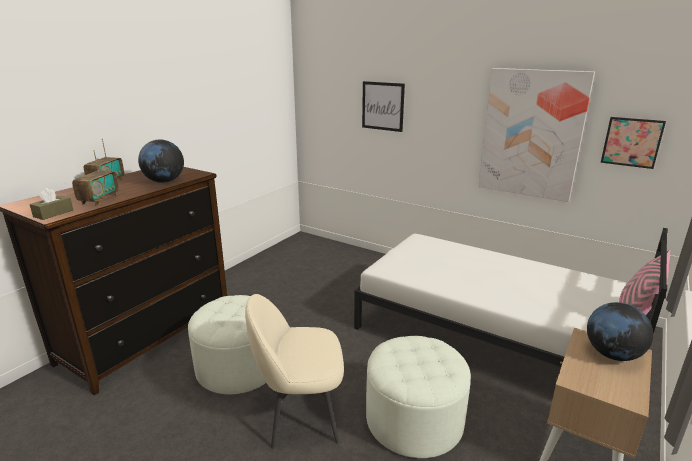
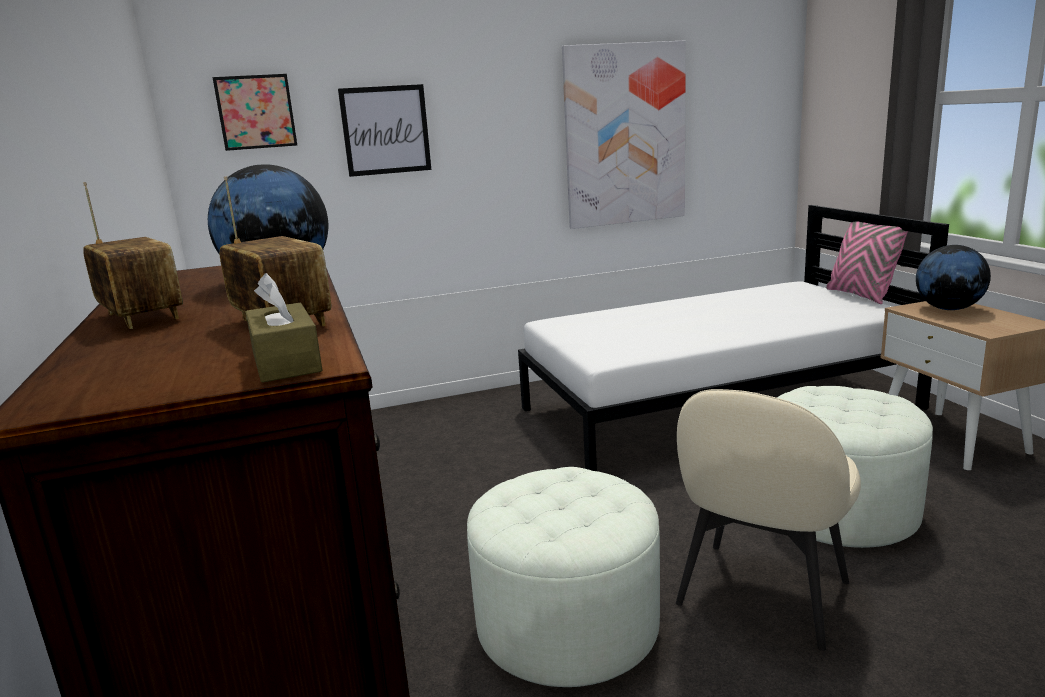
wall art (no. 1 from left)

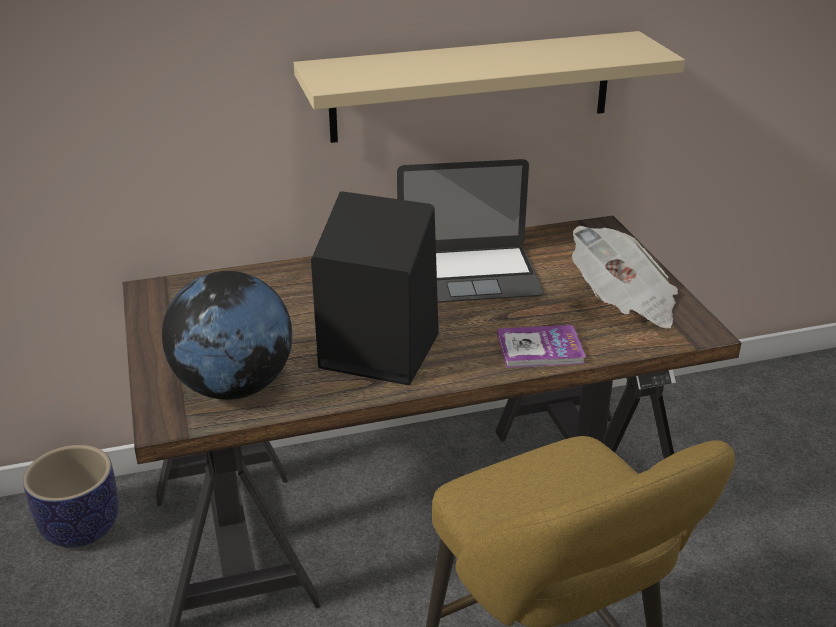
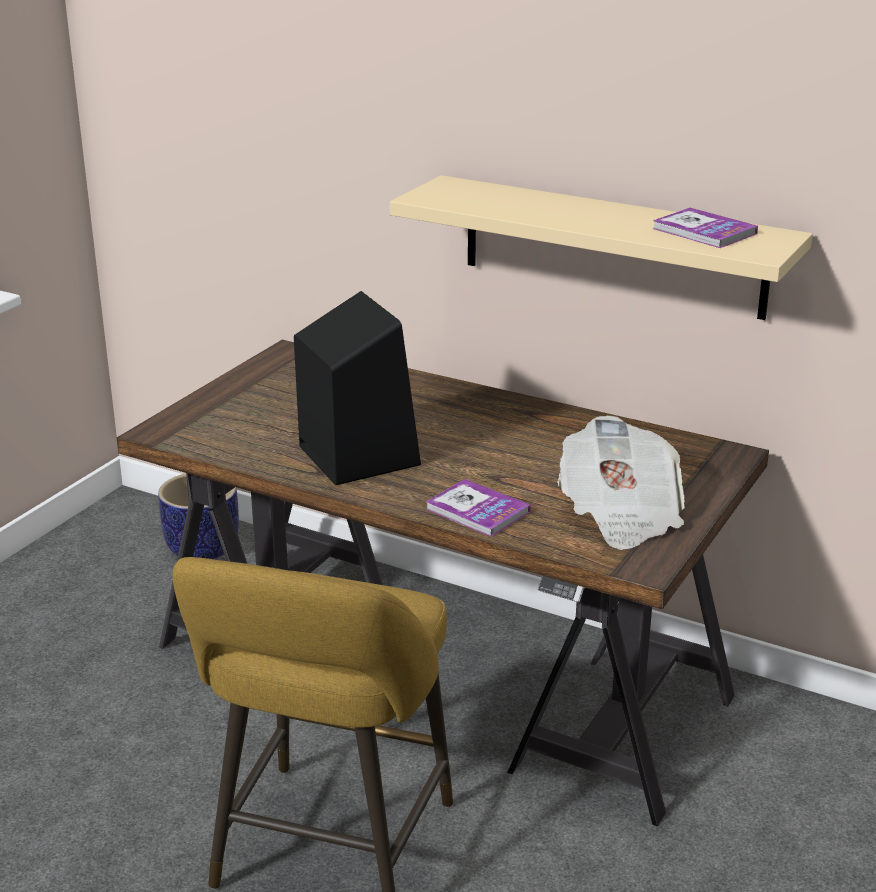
volume (no. 2 from left)
world globe
laptop

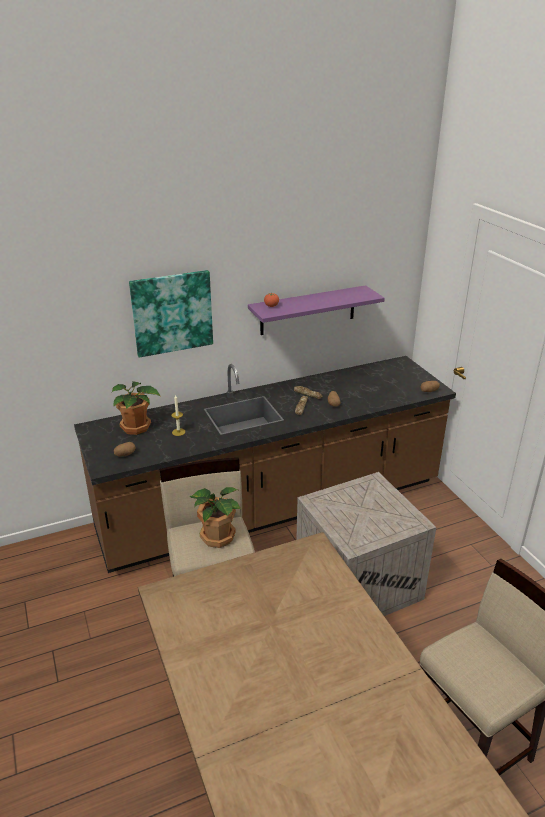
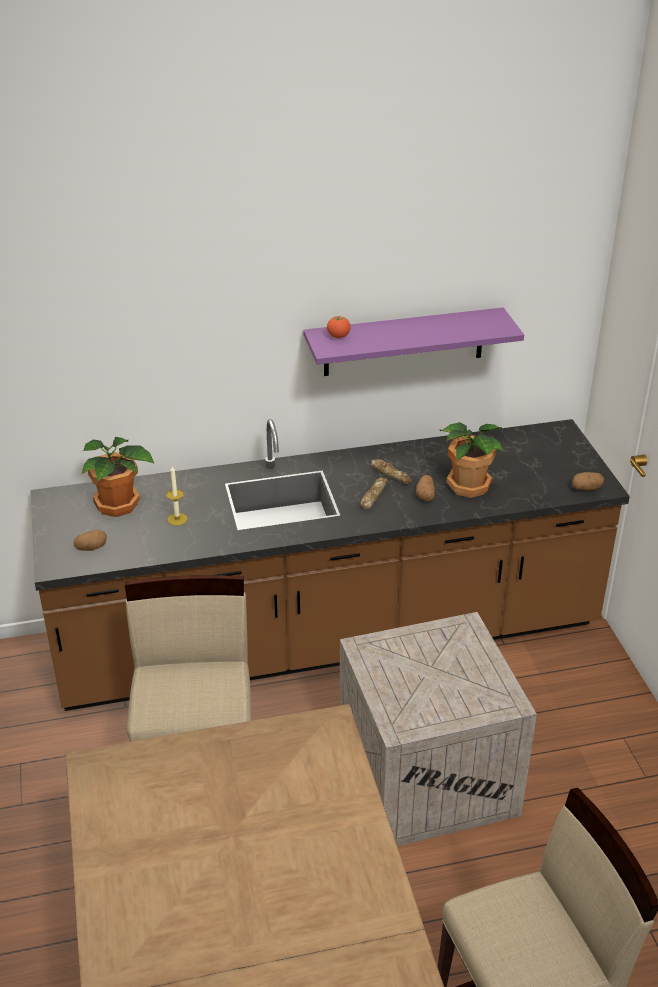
houseplant (no. 2 from left)
wall art

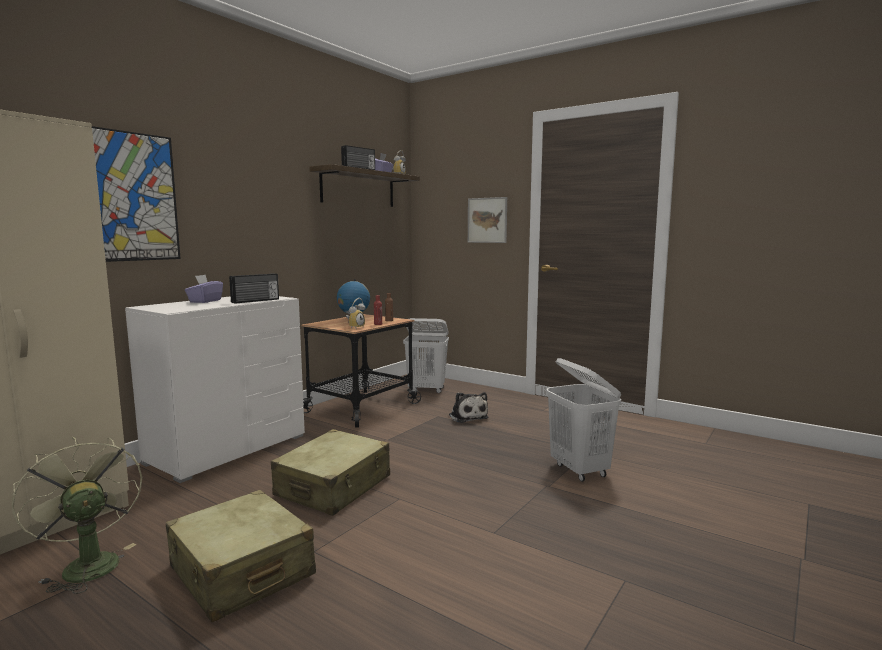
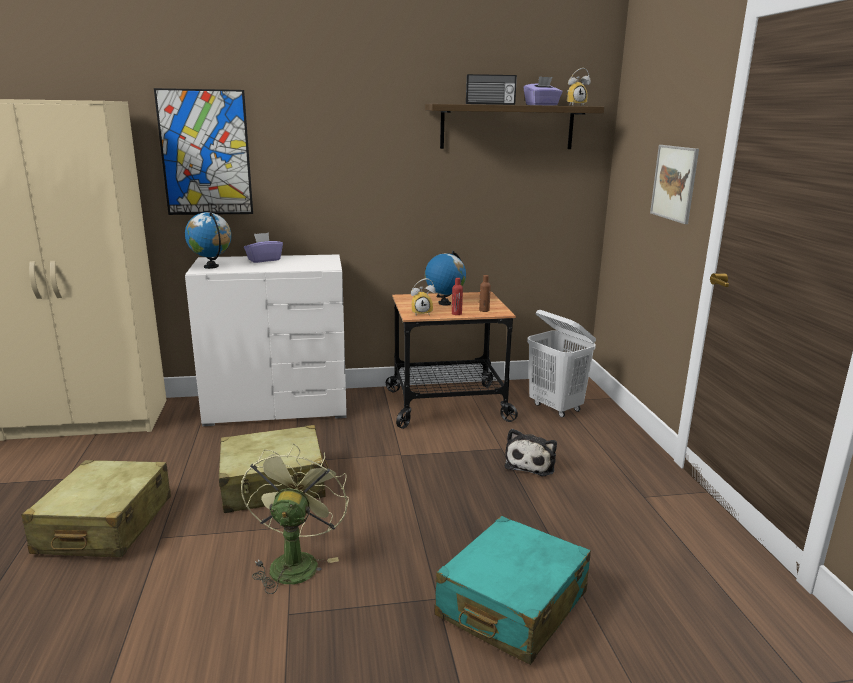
world globe (no. 1 from left)
green cooling fan
blue-green travel case
radio receiver (no. 1 from left in the first image)

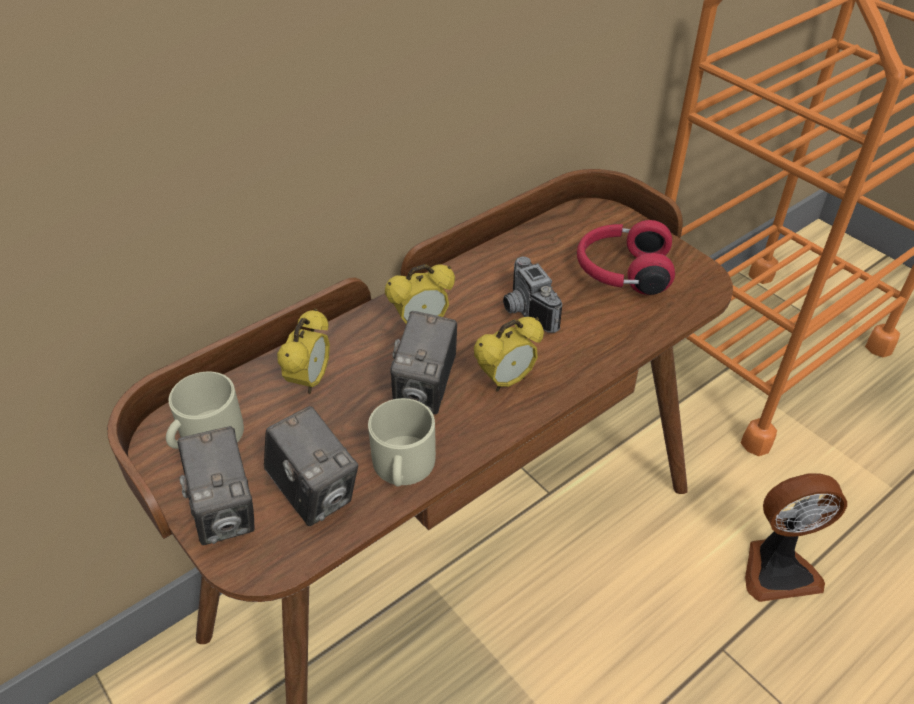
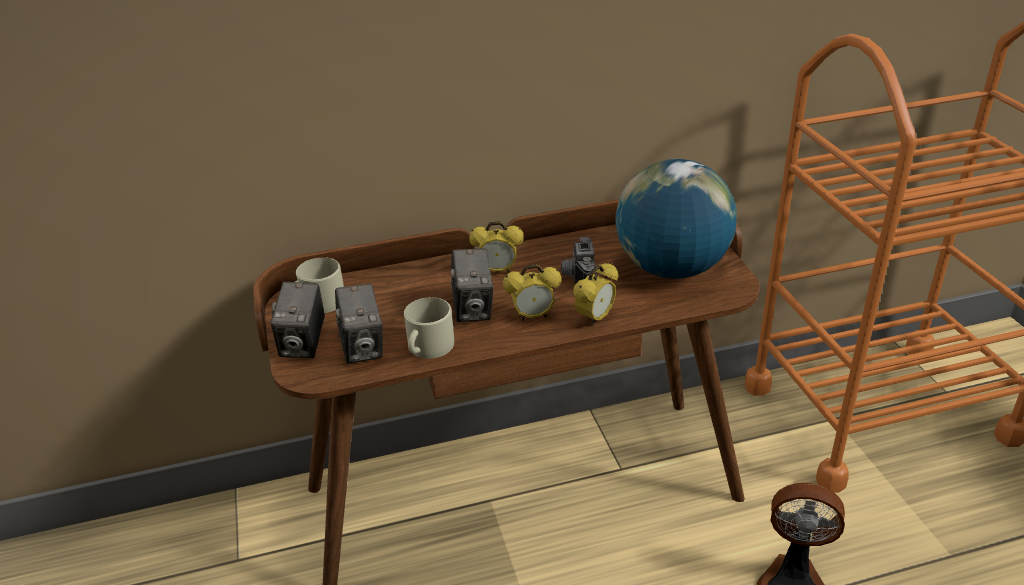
photo camera (no. 3 from left)
bedside clock (no. 3 from left)
world globe

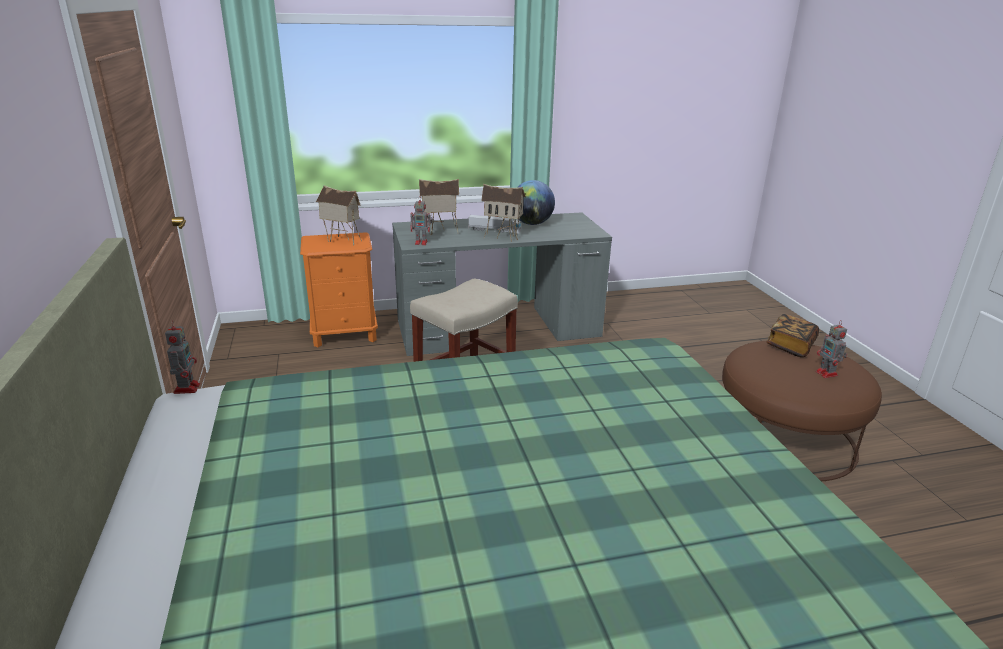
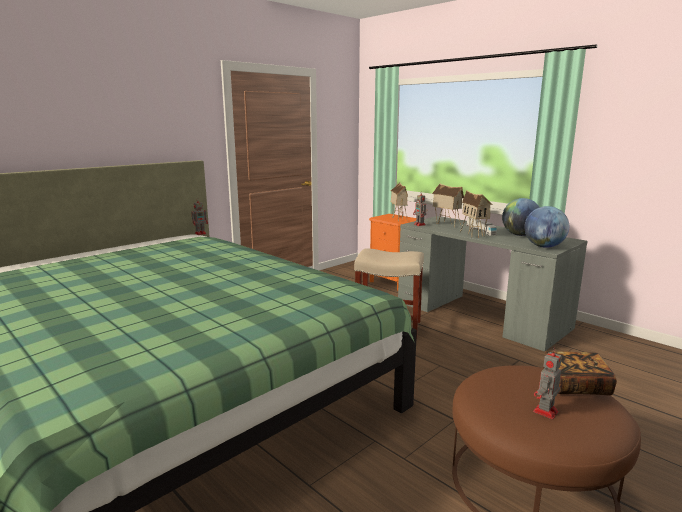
world globe (no. 2 from left)

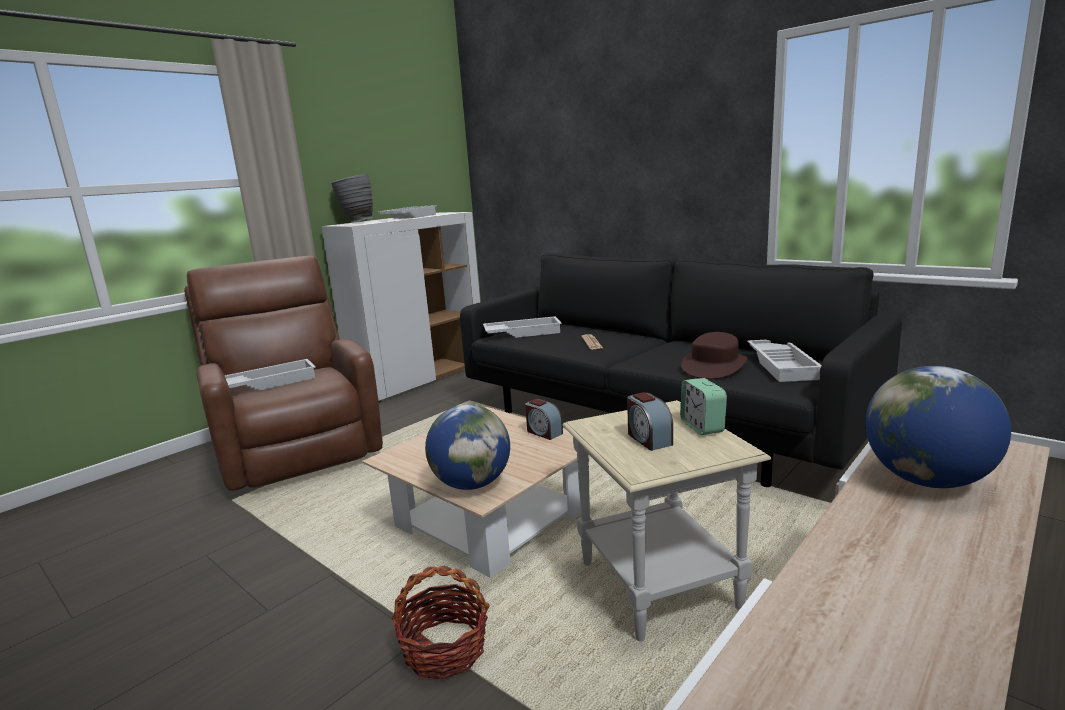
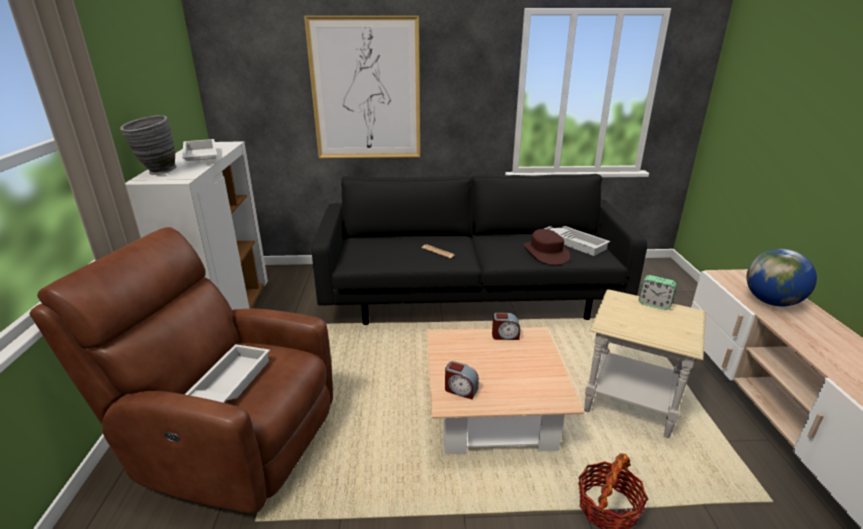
wall art
bedside clock (no. 1 from left)
world globe (no. 1 from left in the first image)
white serving tray (no. 3 from left in the first image)

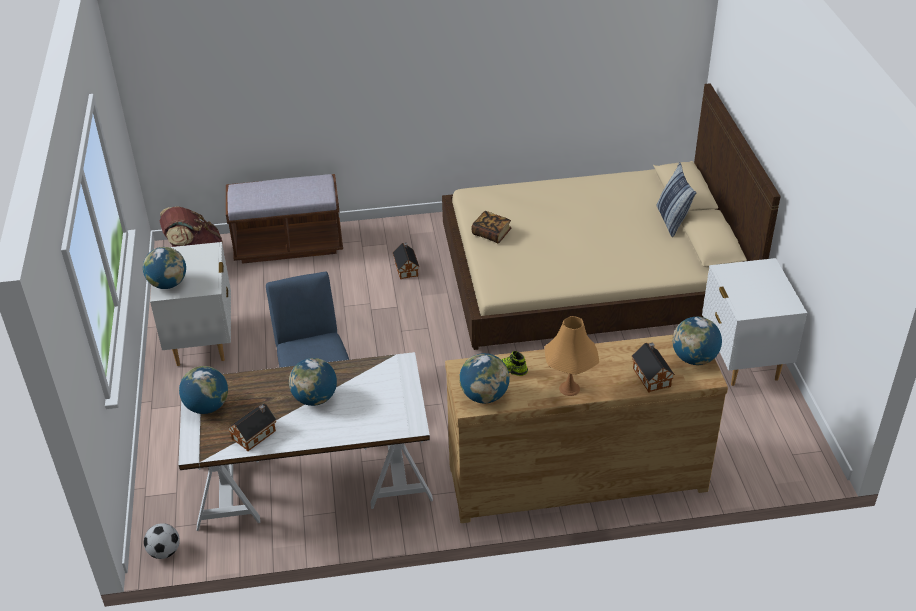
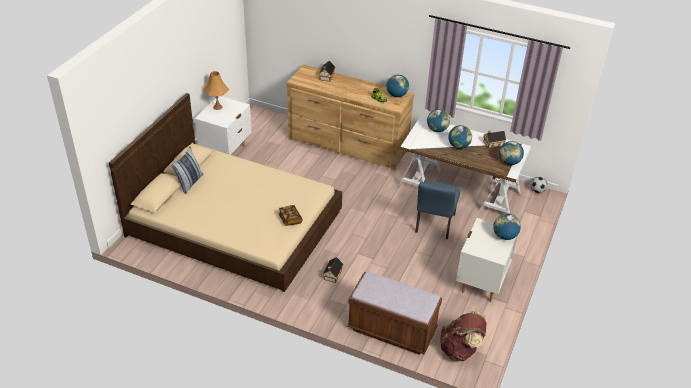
orange-coloured tabletop lamp
world globe (no. 2 from left)

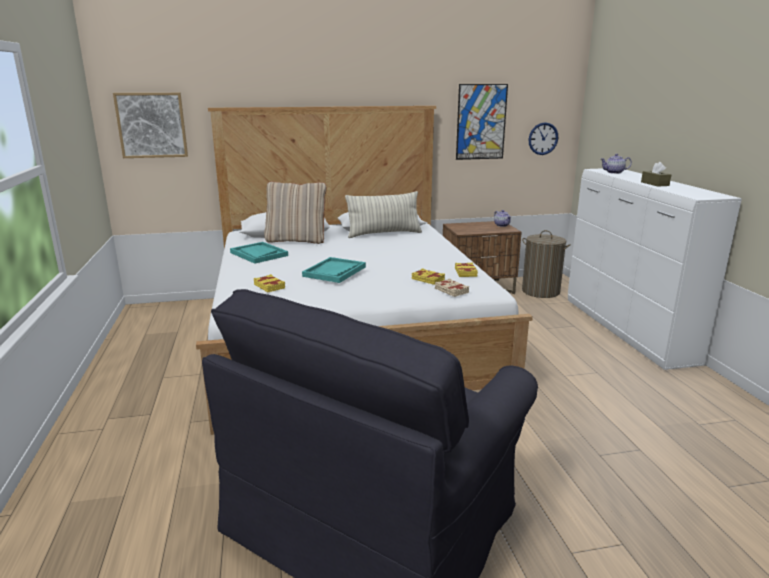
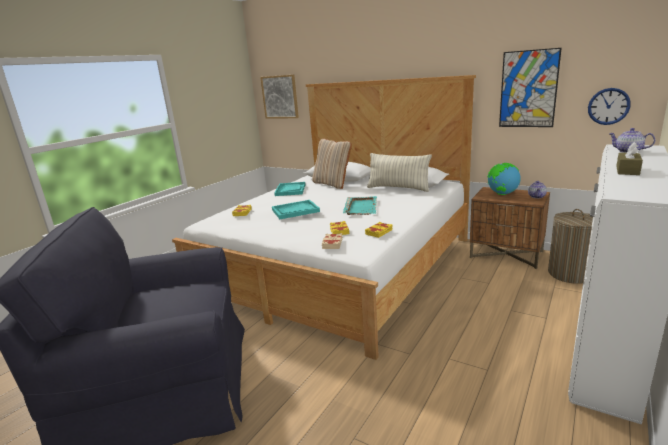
blue-green serving tray (no. 3 from left)
world globe

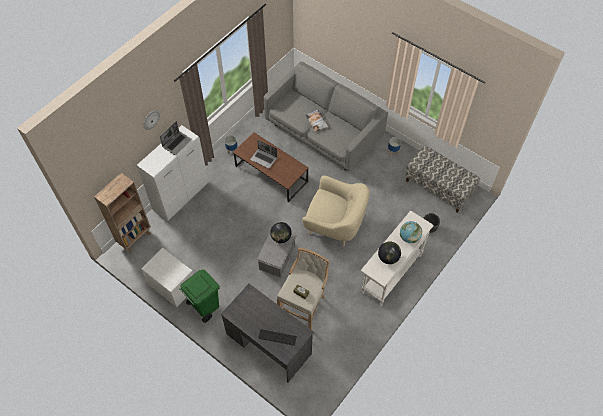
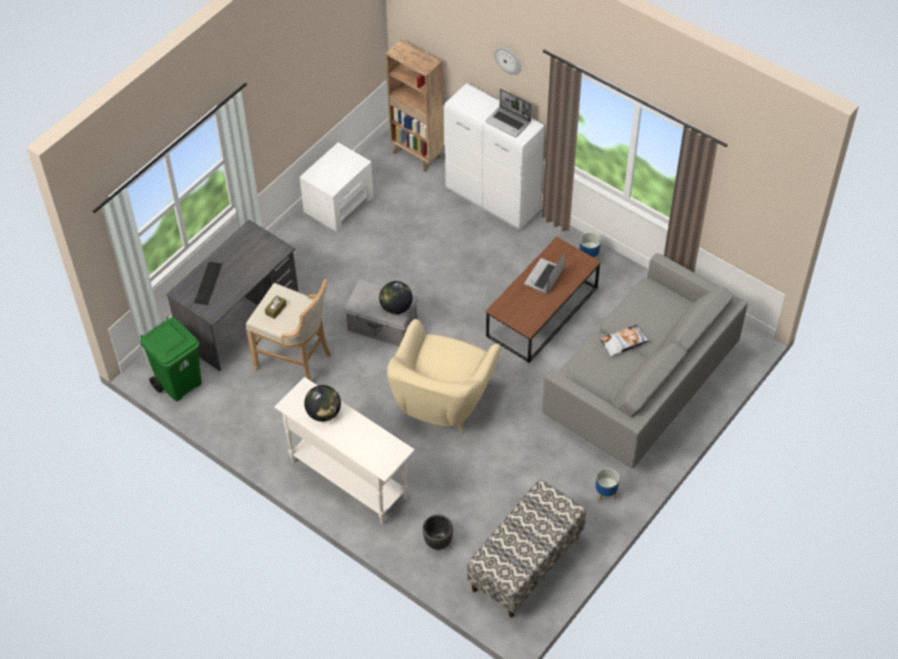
green trash can
world globe (no. 3 from left in the first image)

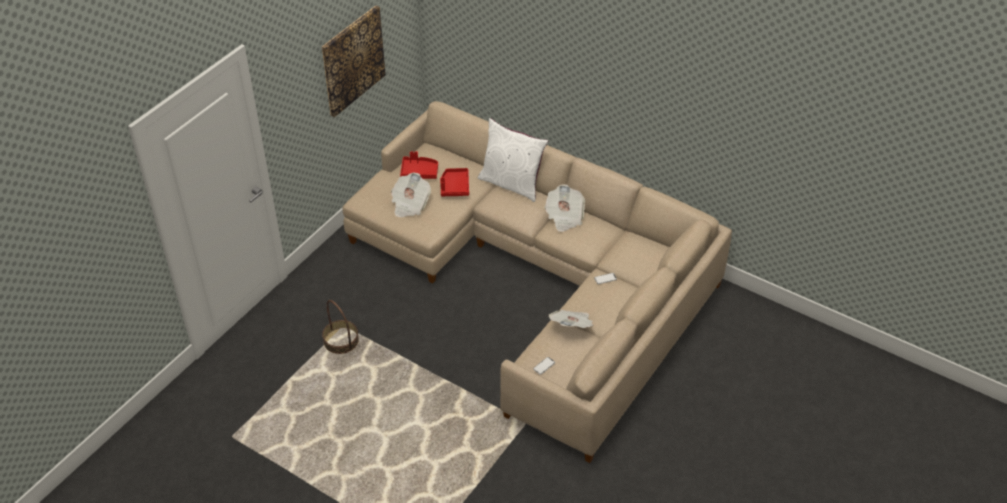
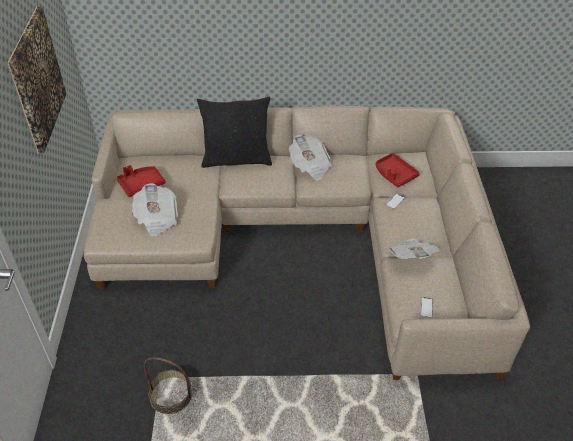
black cushion
red serving tray (no. 2 from left)

